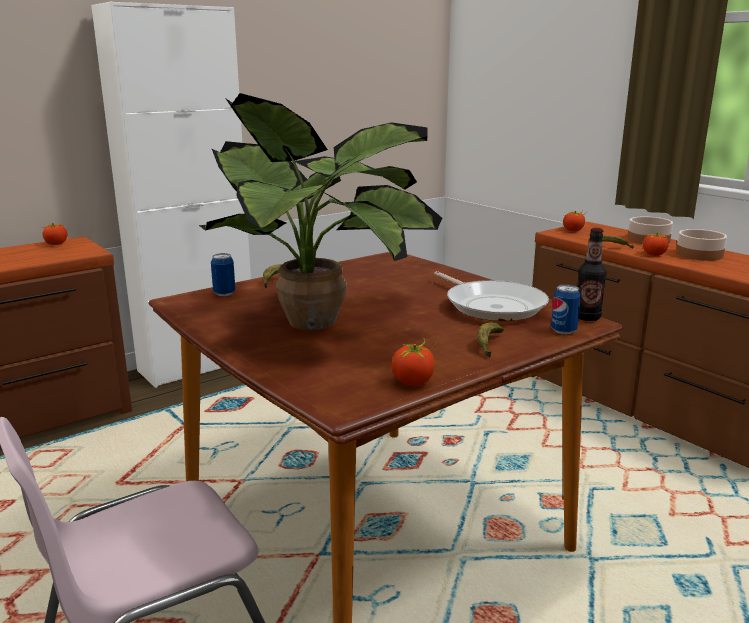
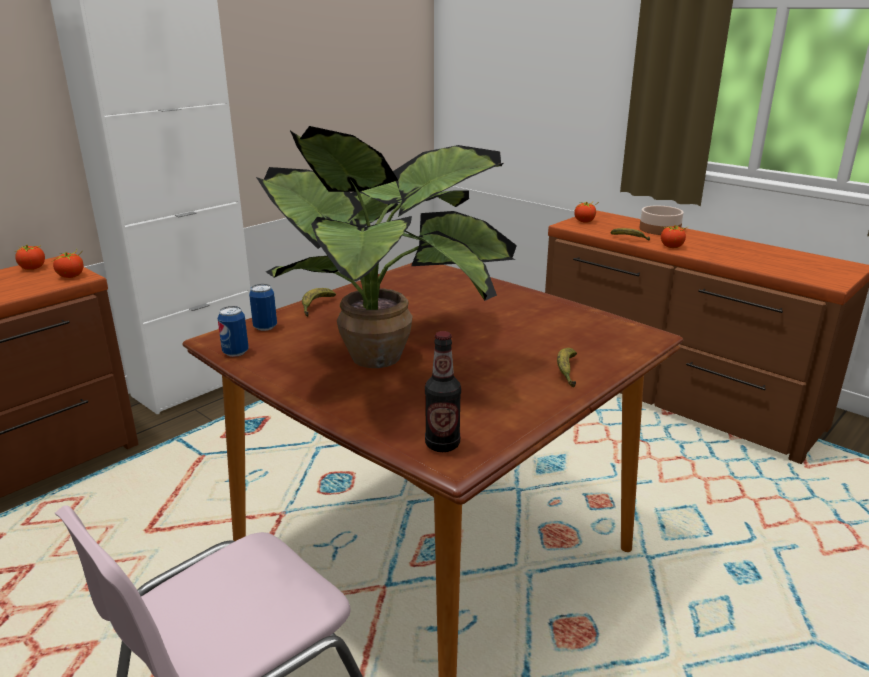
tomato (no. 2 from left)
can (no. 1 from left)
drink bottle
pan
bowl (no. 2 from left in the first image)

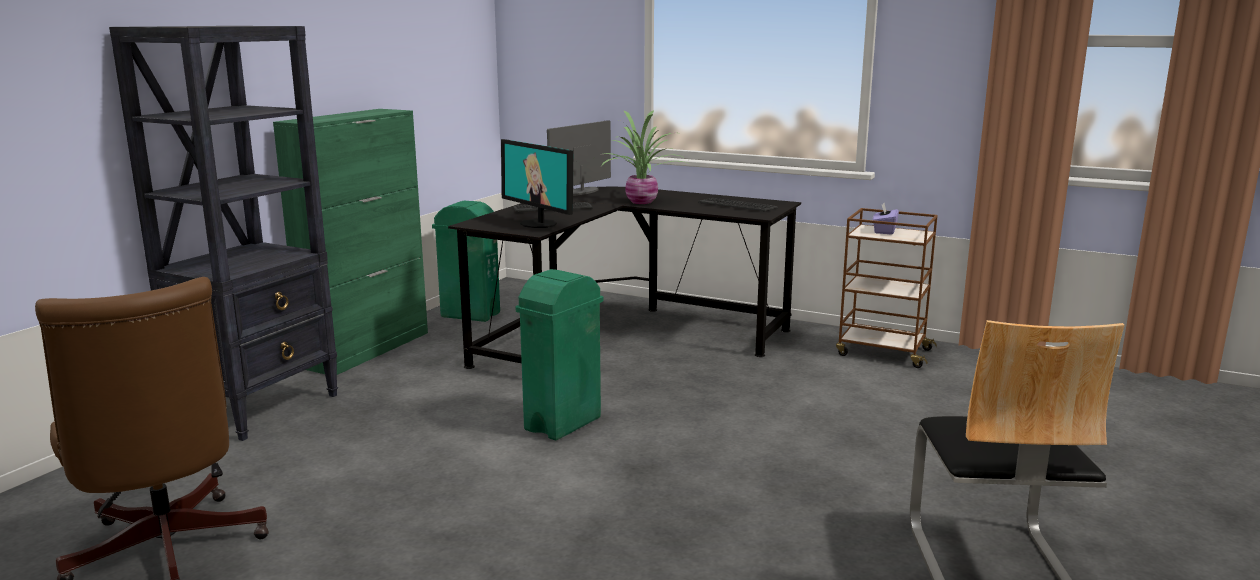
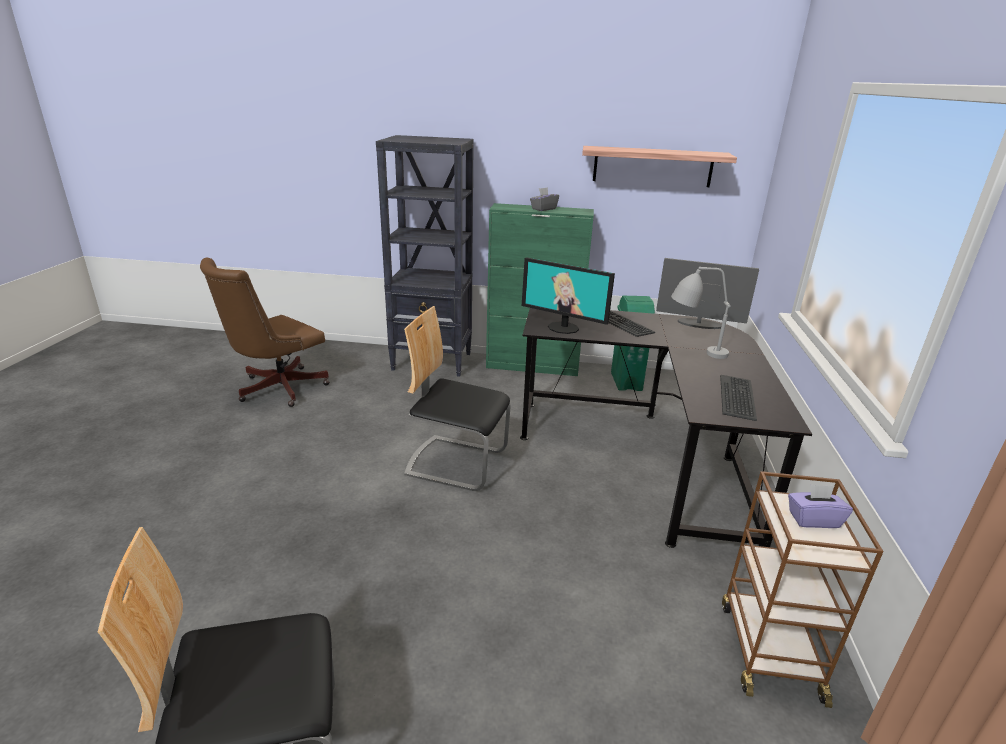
plain chair (no. 2 from left)
computer display (no. 1 from left)
grey box of tissues
bracket shelf
grey tabletop lamp

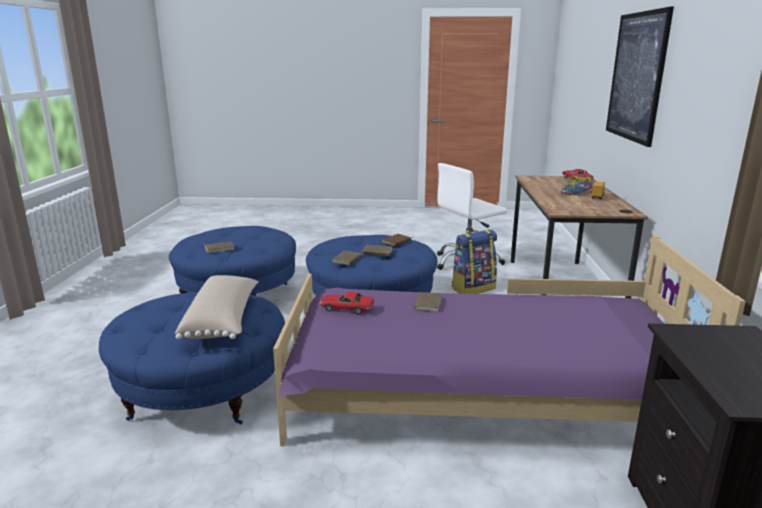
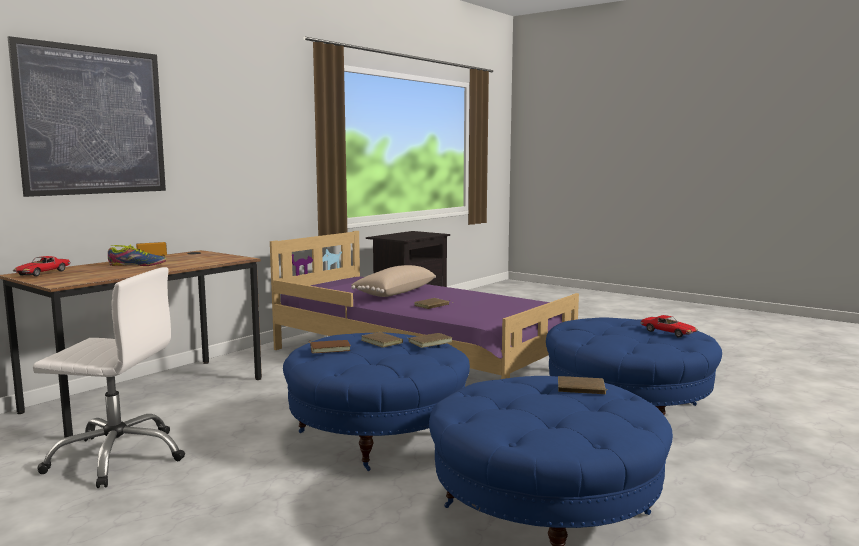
beige-coloured cushion
model car (no. 2 from left)
rucksack

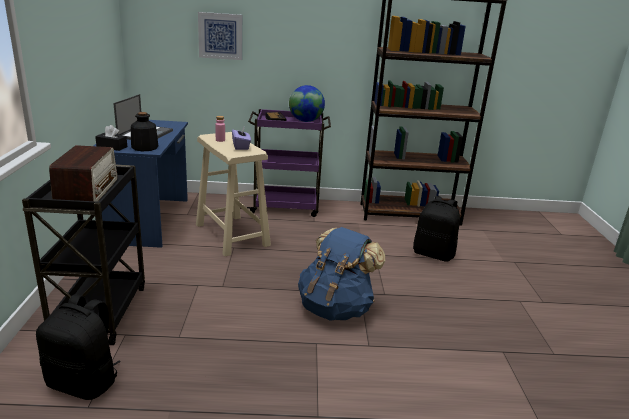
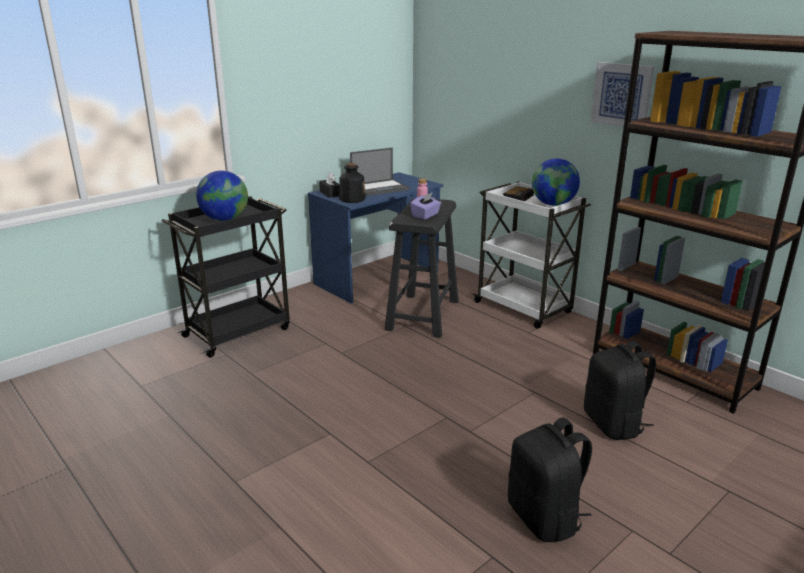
world globe (no. 1 from left)
black sitting stool
white trolley
black rucksack (no. 1 from left)
wall art
blue rucksack

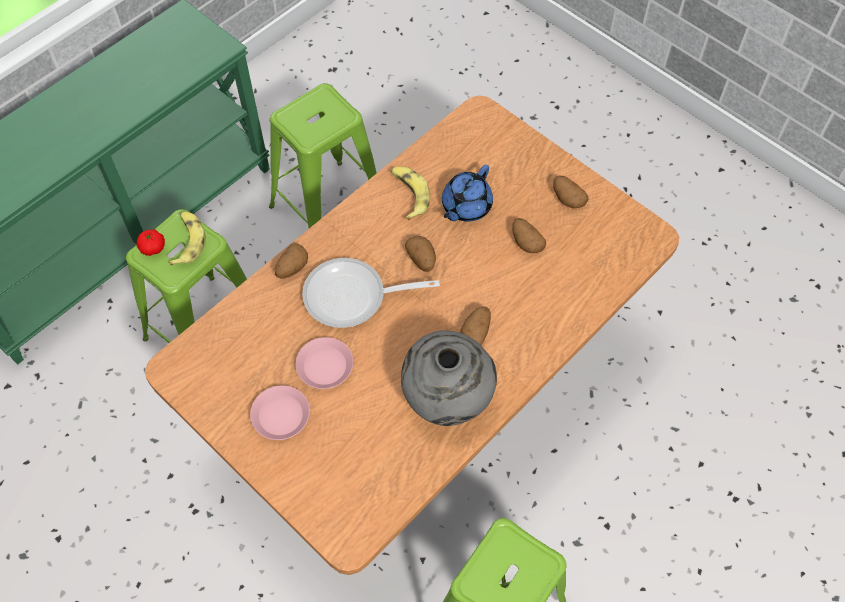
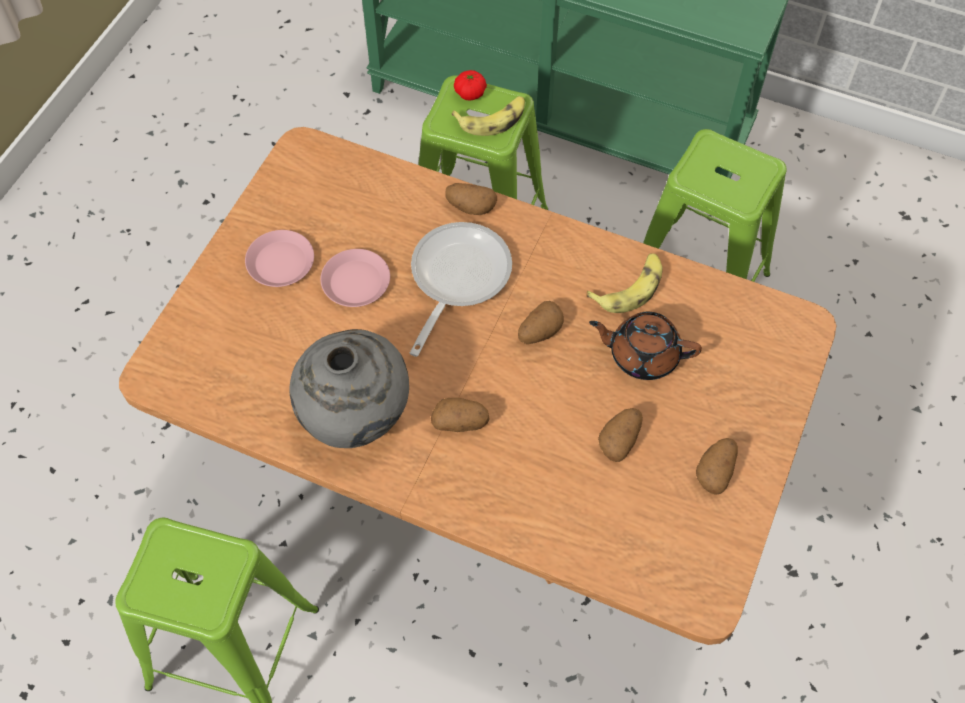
pan
brown-coloured pot for tea

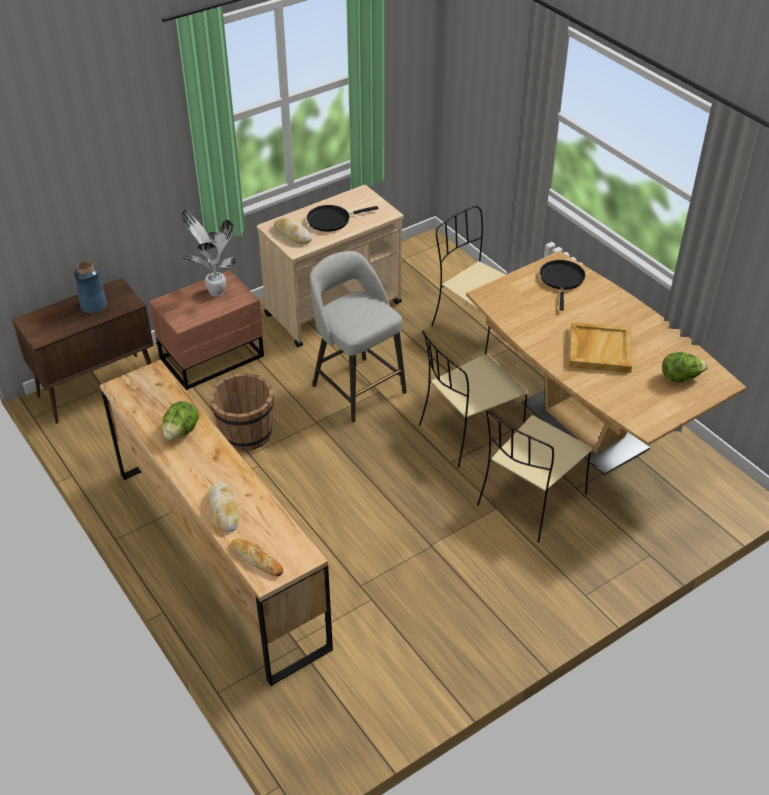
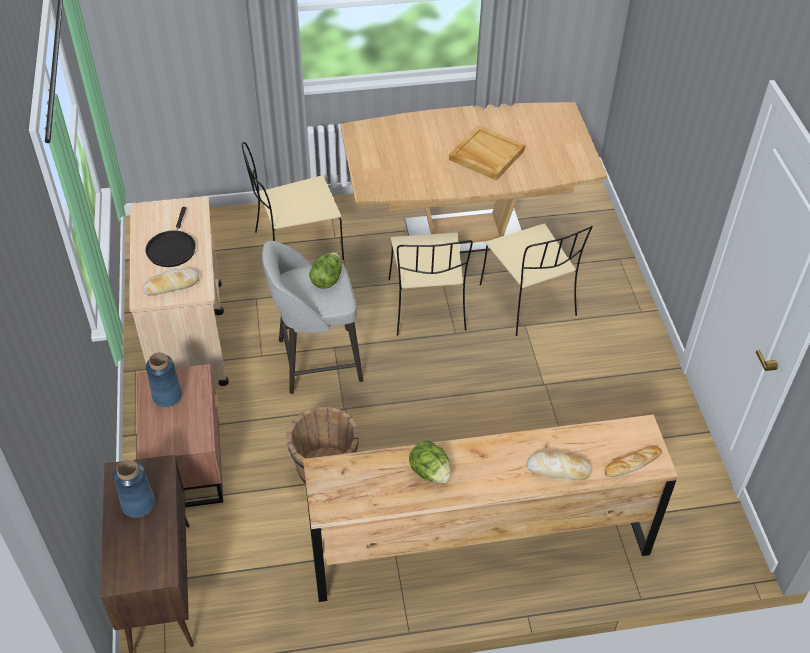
blue vase (no. 2 from left)
lettuce head (no. 1 from left)
black pan (no. 2 from left in the first image)

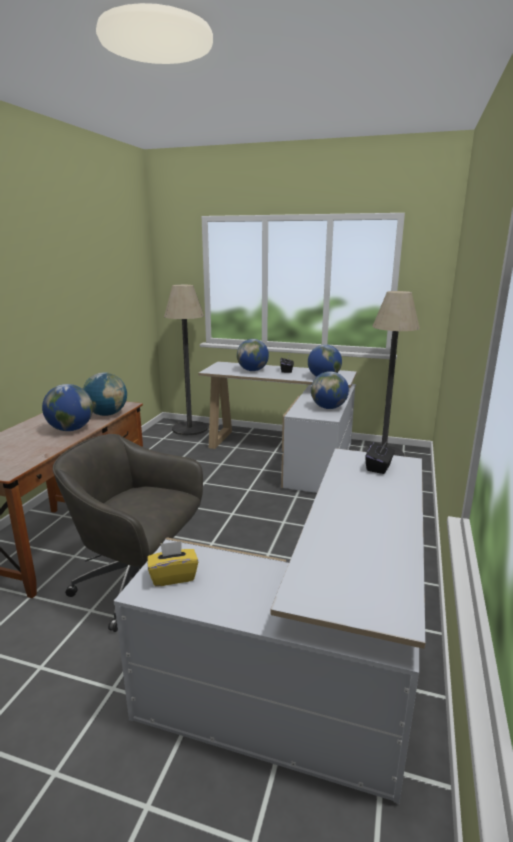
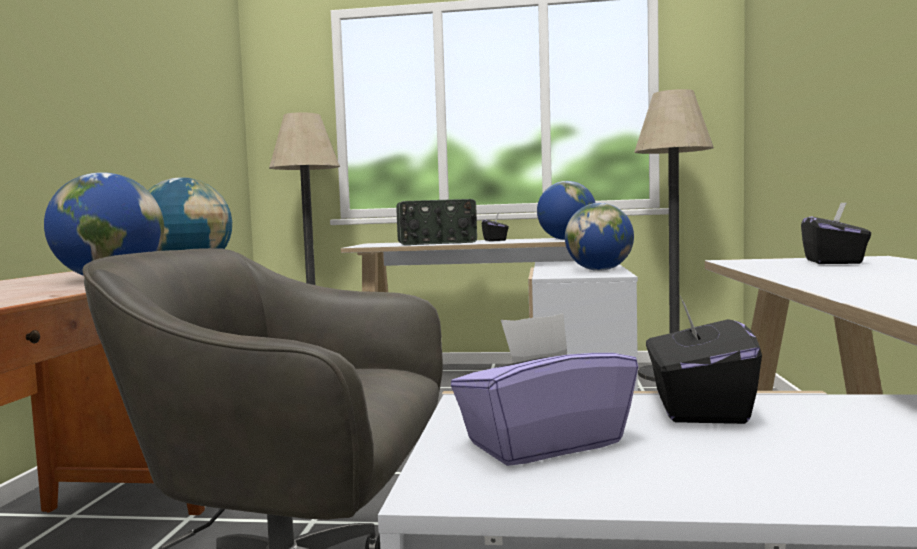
radio receiver
purplish box of tissues
black box of tissues (no. 2 from left)

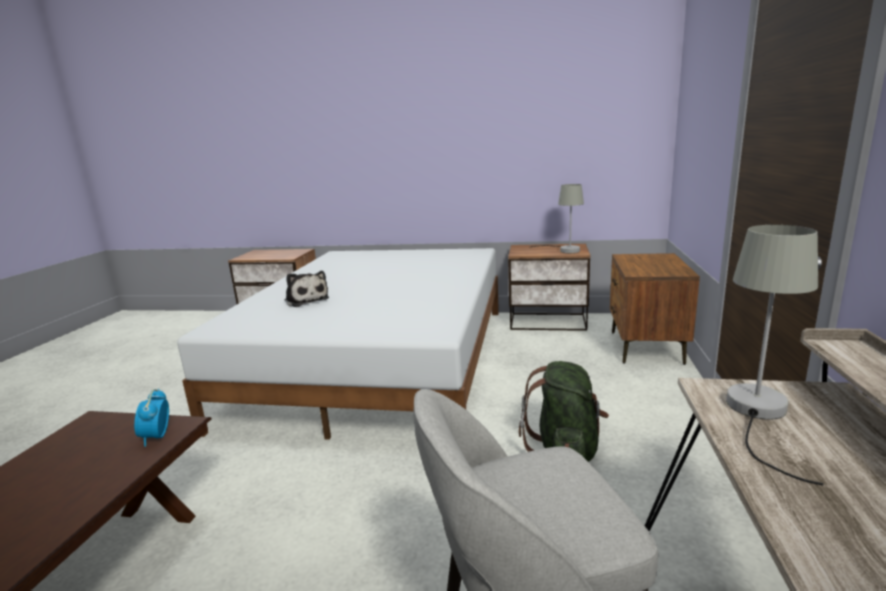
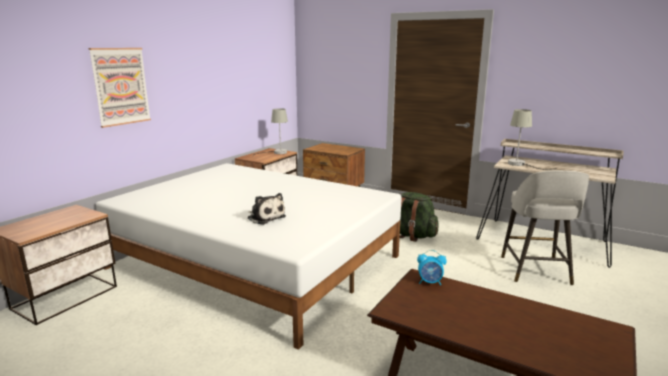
wall art
plush toy

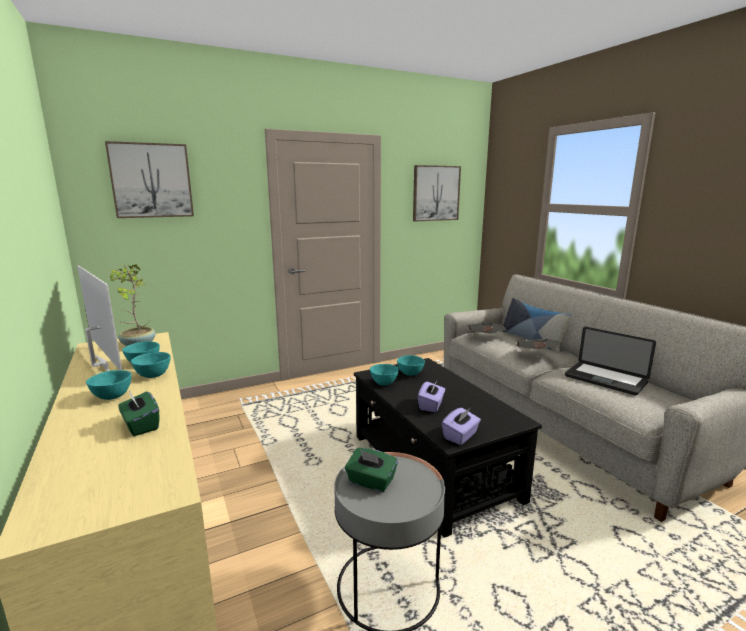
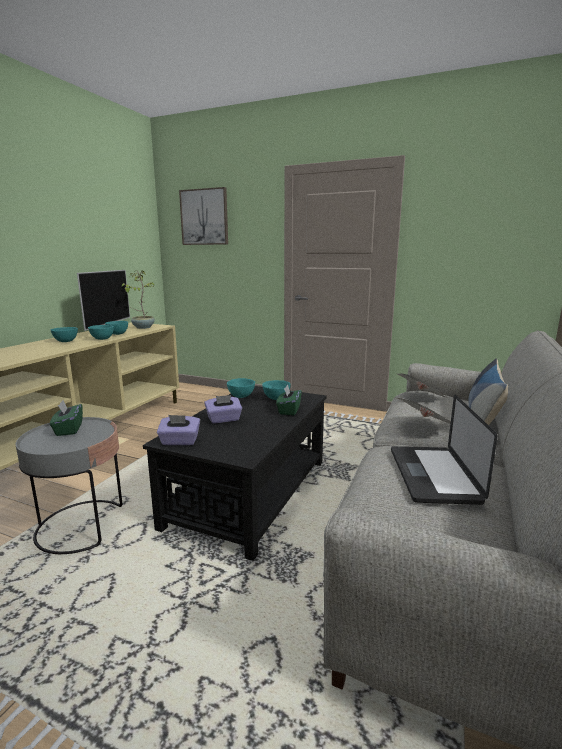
green box of tissues (no. 2 from left)
wall art (no. 2 from left in the first image)

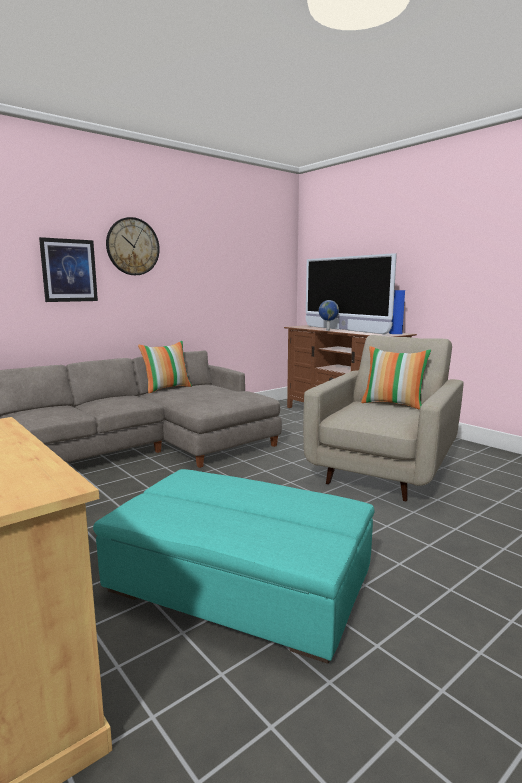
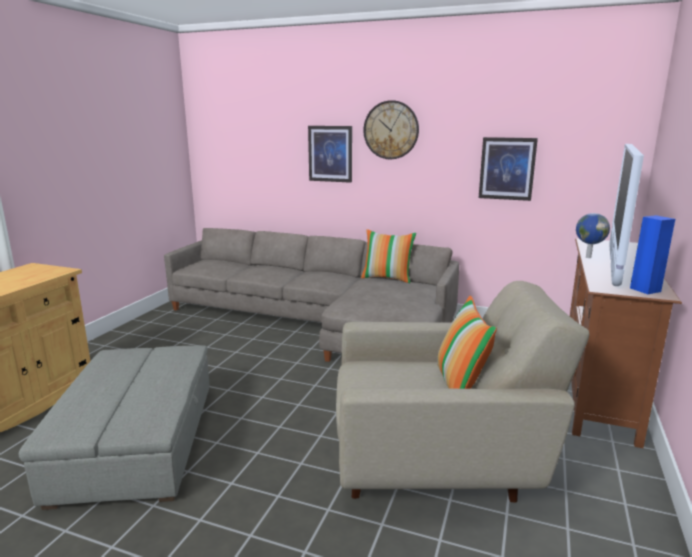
grey pouffe
wall art (no. 2 from left)

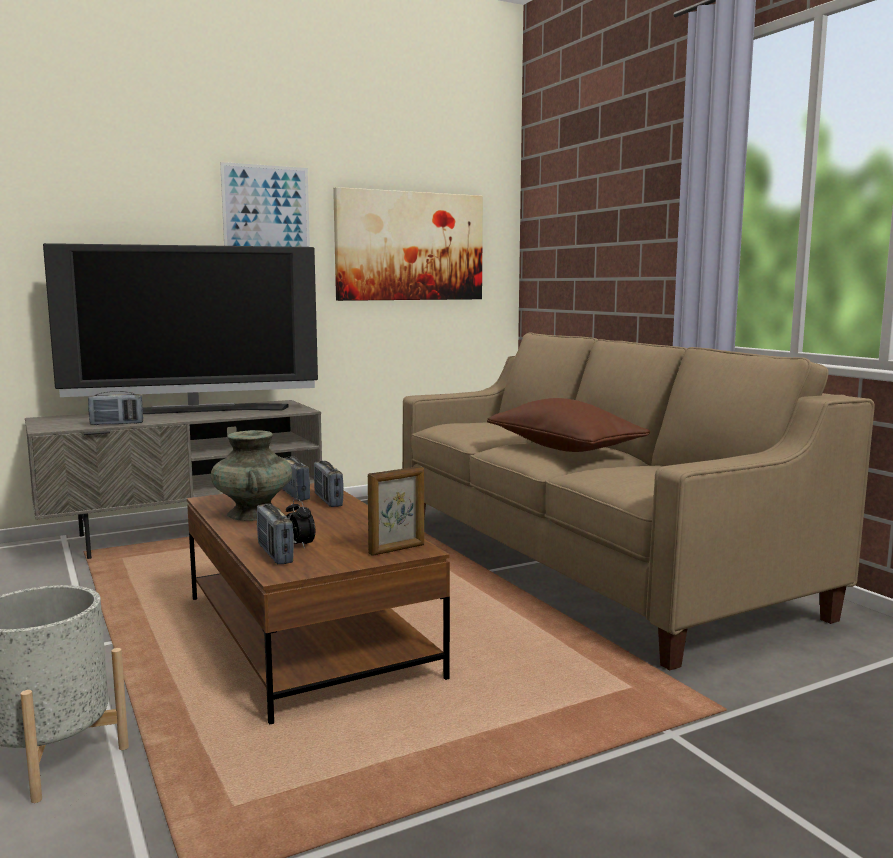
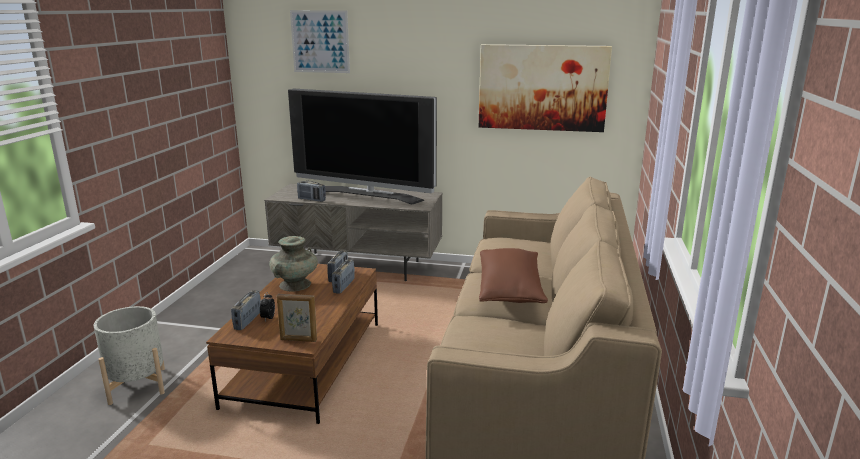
wall art (no. 1 from left)

